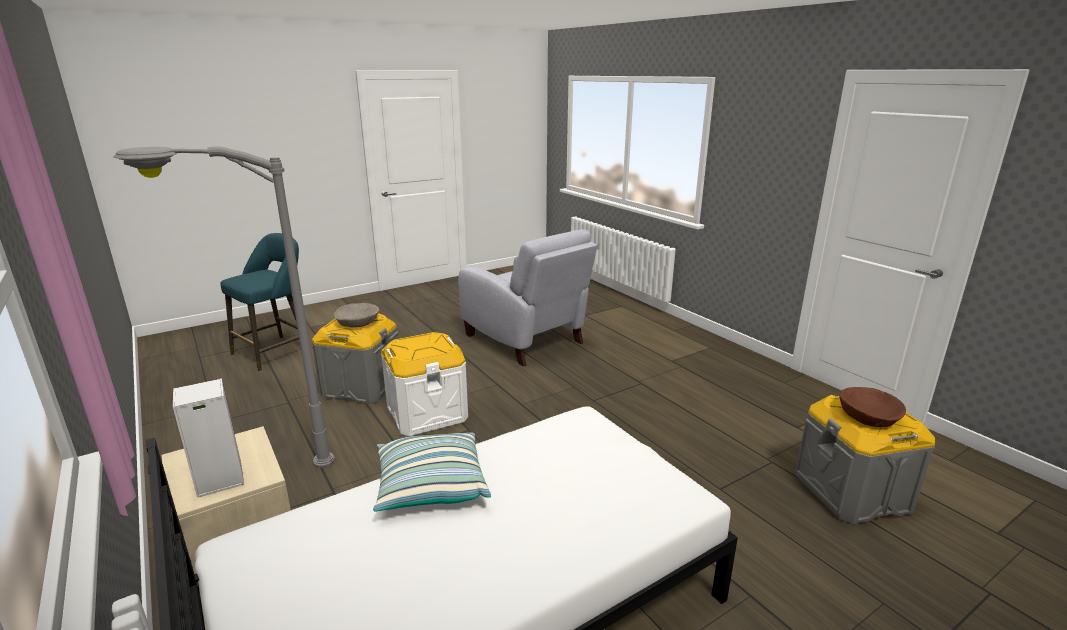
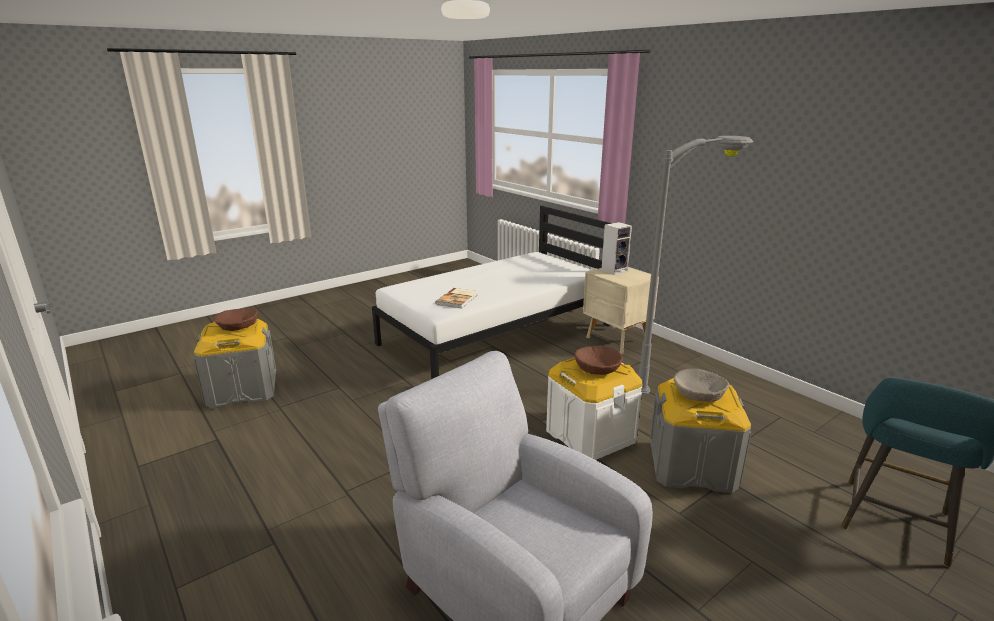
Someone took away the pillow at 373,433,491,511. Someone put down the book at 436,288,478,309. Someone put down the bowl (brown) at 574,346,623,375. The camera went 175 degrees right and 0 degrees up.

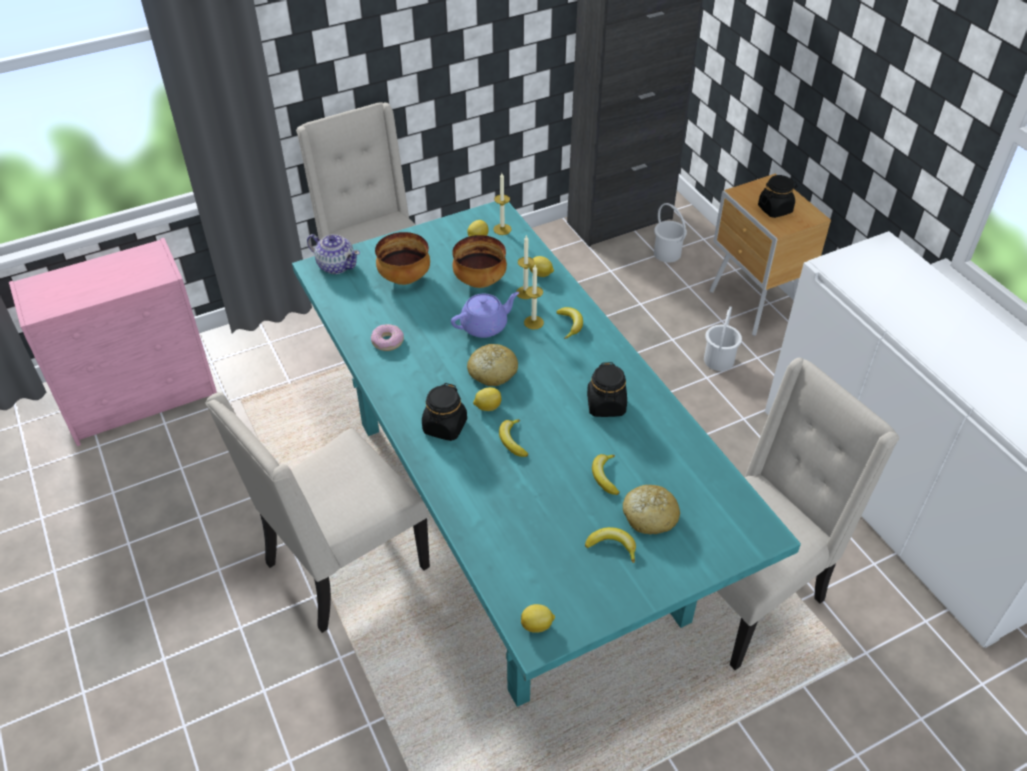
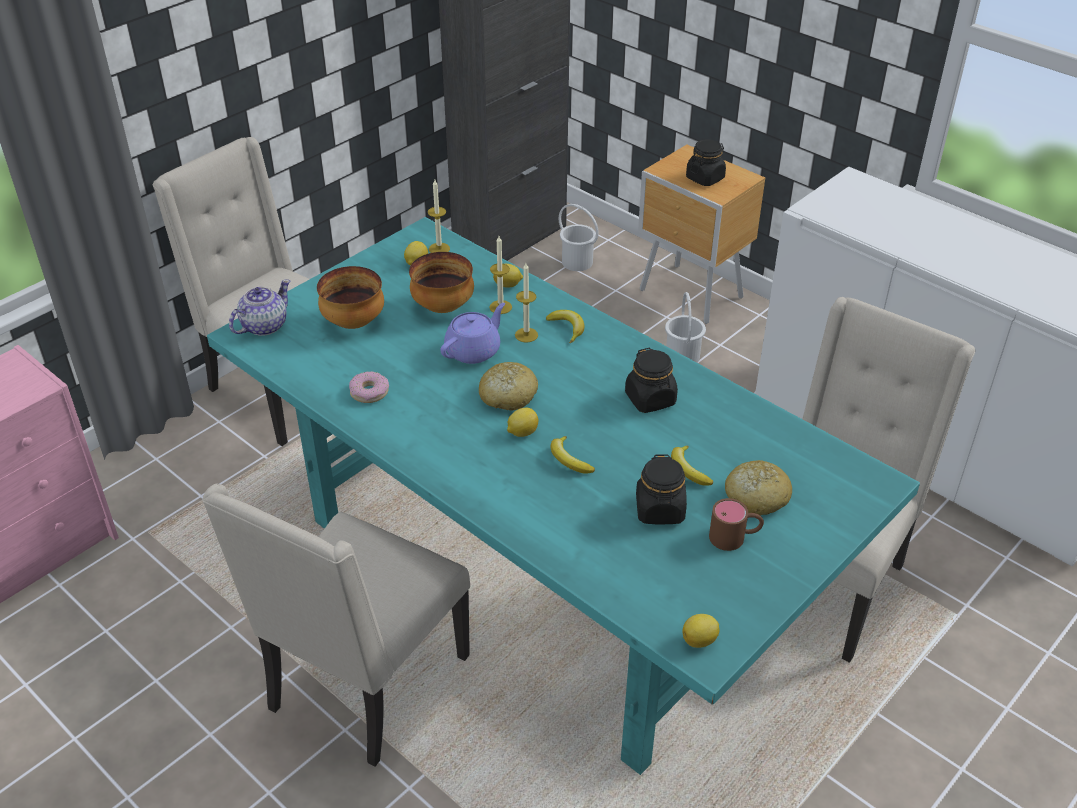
Someone rotated the teapot at 307,234,360,274 by 60 degrees counterclockwise. Someone carried the jar (black) from 422,383,467,441 to 636,455,687,524. Someone swapped the banana at 585,527,636,563 for the mug (brown) at 709,498,764,551. The camera went 20 degrees left and 5 degrees down.

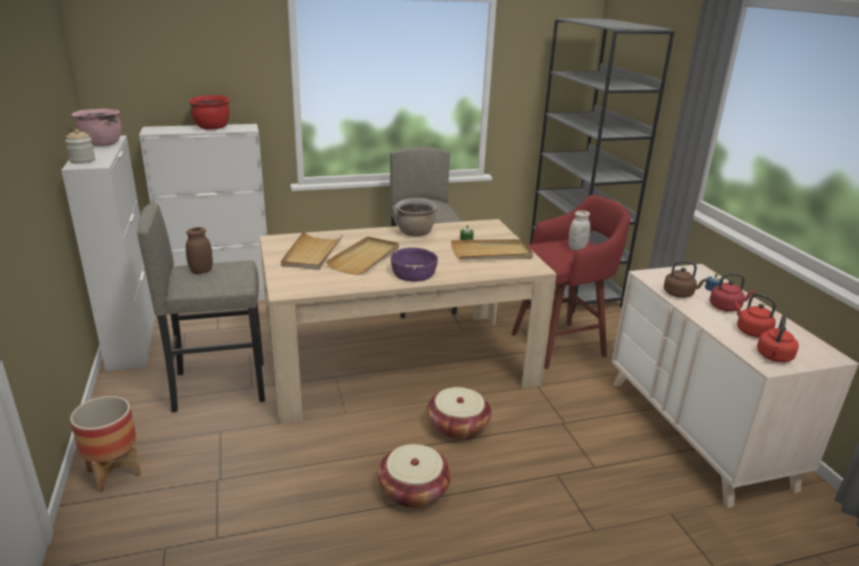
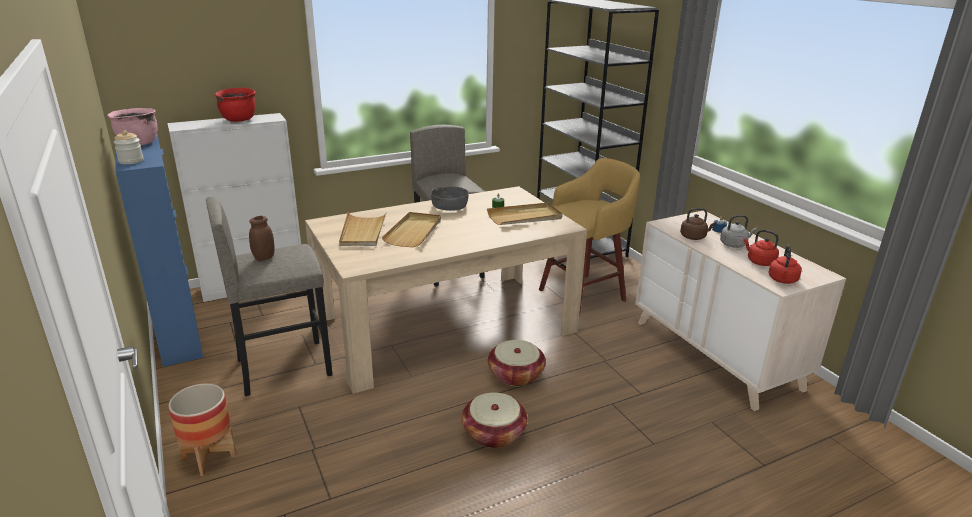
Someone repainted the cabinet (white) at 61,135,156,371, which became the cabinet (blue) at 115,135,203,367. Someone repainted the stool (red) at 511,195,630,369, which became the stool (yellow) at 539,158,640,317. Someone swapped the cooking pot (brown) at 395,198,437,236 for the bowl (grey) at 431,186,469,211. Someone took away the jar (white) at 568,211,590,251. Someone took away the bowl (purple) at 391,248,438,282. Someone repainted the kettle (red) at 710,273,756,312, which became the kettle (grey) at 720,215,757,248. The camera went 10 degrees left and 0 degrees up.

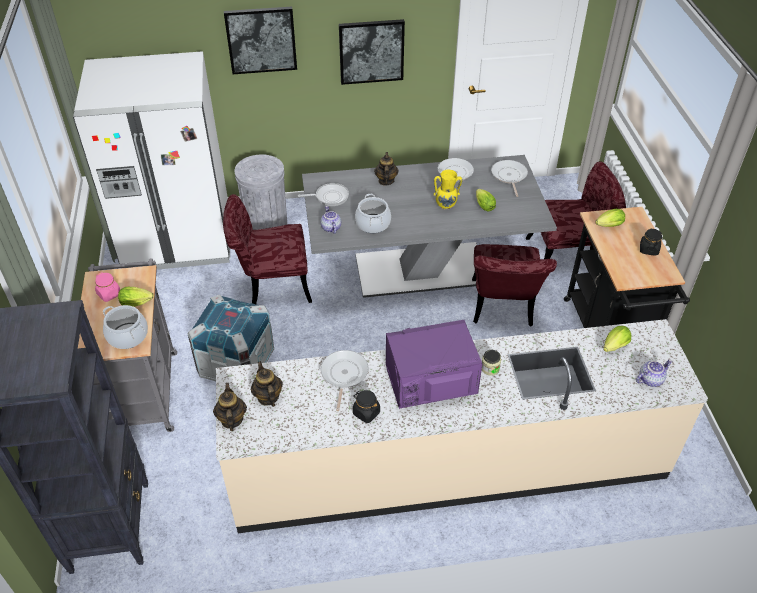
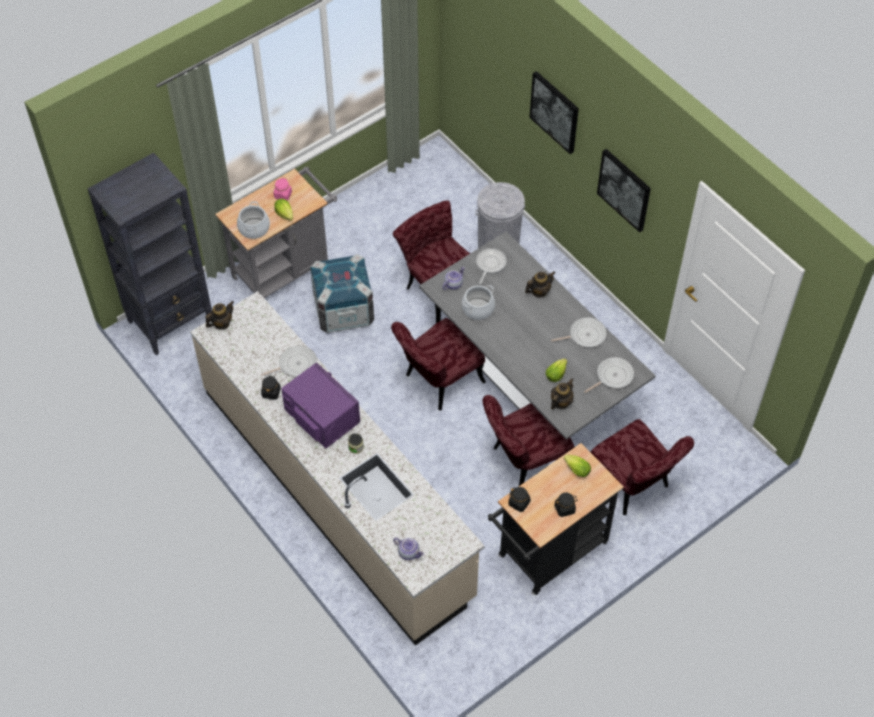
Someone took away the fridge (white) at 73,51,230,270. Someone took away the vase (yellow) at 434,170,462,210. Someone rotated the frying pan at 298,183,349,206 by 120 degrees counterclockwise. Someone took away the lettuce at 603,326,631,352. Someone carried the teapot from 251,361,283,407 to 551,378,574,409. Someone put down the chair (red) at 391,318,486,410. Someone put down the jar (black) at 509,487,531,512. The camera went 60 degrees right and 10 degrees up.

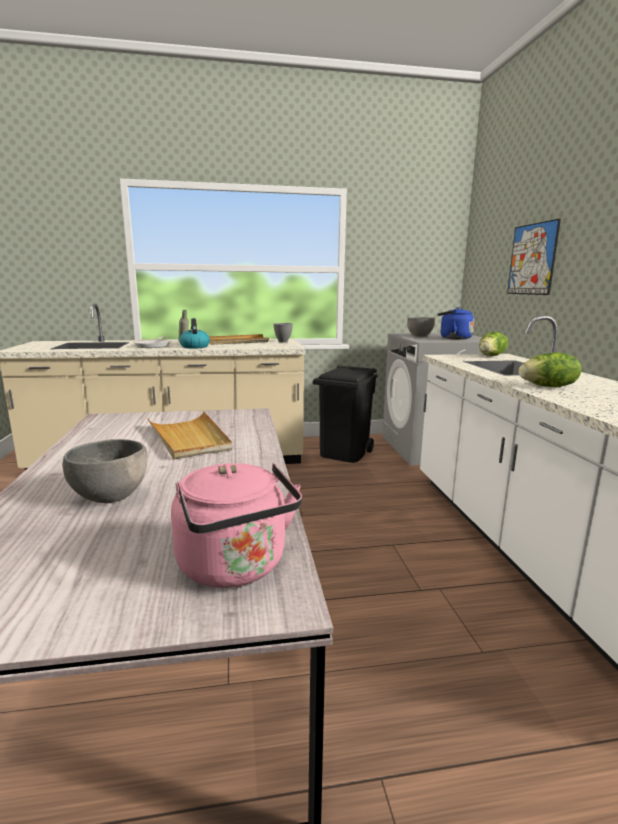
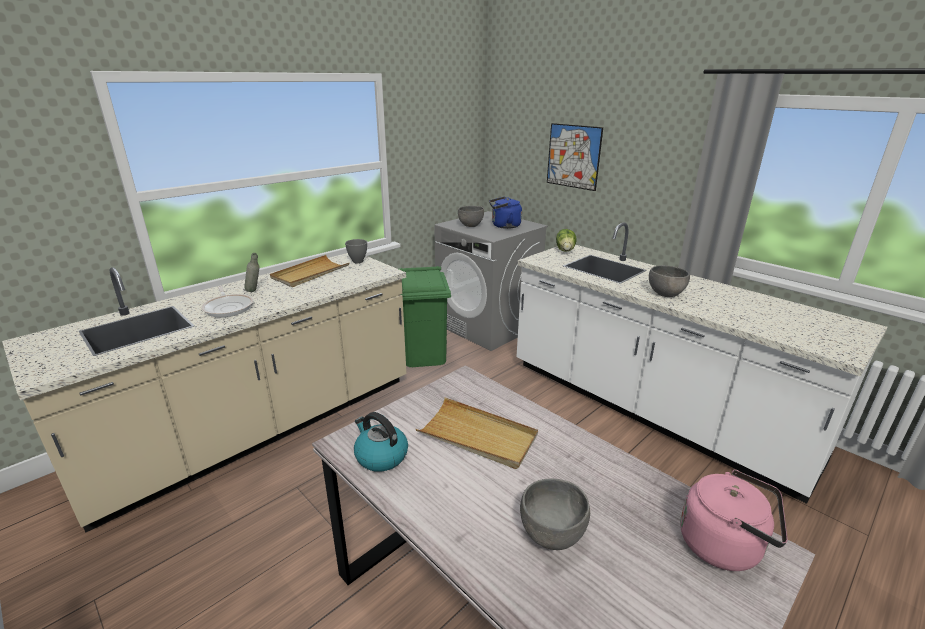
Someone carried the kettle from 179,318,210,349 to 354,412,408,472. Someone swapped the lettuce at 519,353,581,387 for the bowl (grey) at 649,265,690,297. Someone repainted the trash can (black) at 312,365,378,463, which became the trash can (green) at 399,266,451,367. The camera went 35 degrees left and 10 degrees up.

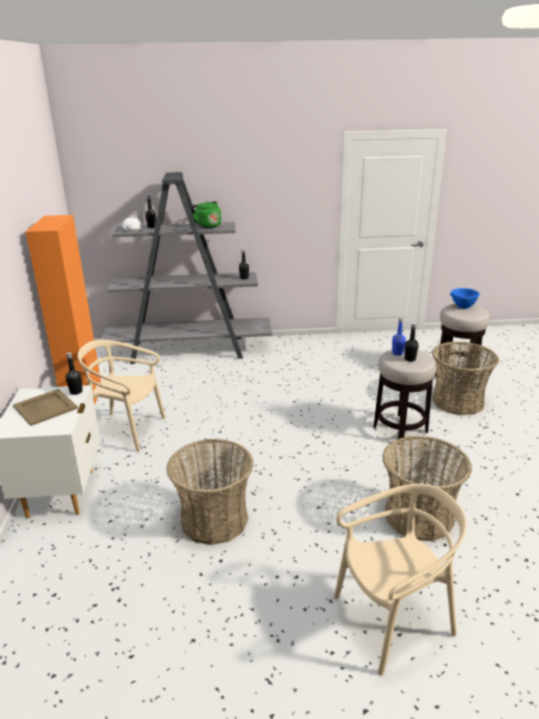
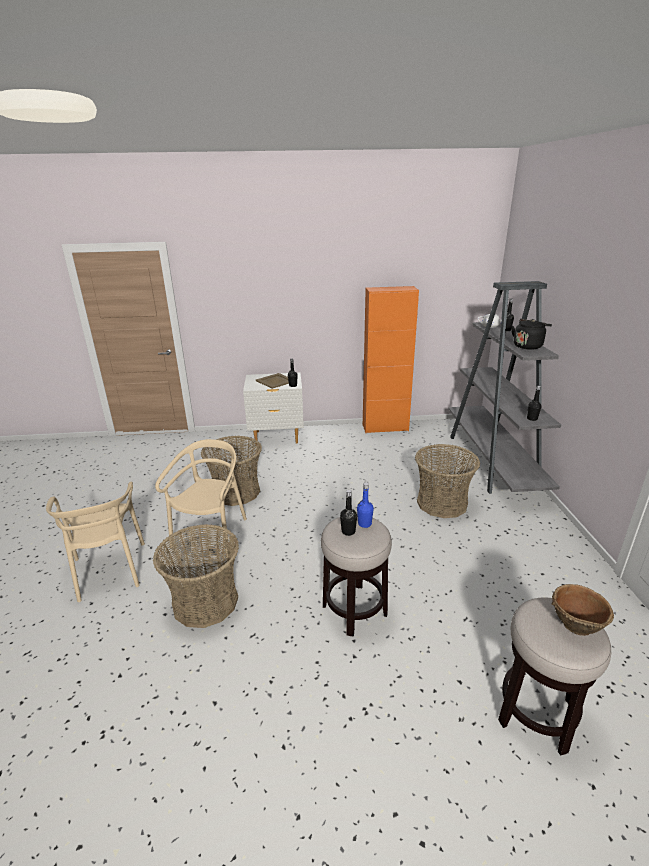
Someone repainted the kettle (green) at 190,201,221,228, which became the kettle (black) at 511,319,552,350. Someone repainted the bowl (blue) at 450,288,480,309, which became the bowl (brown) at 552,584,614,636. Someone carried the chair (beige) from 78,340,166,452 to 155,439,247,558. Someone carried the basket from 432,341,499,415 to 415,444,480,518. The camera went 90 degrees right and 0 degrees up.

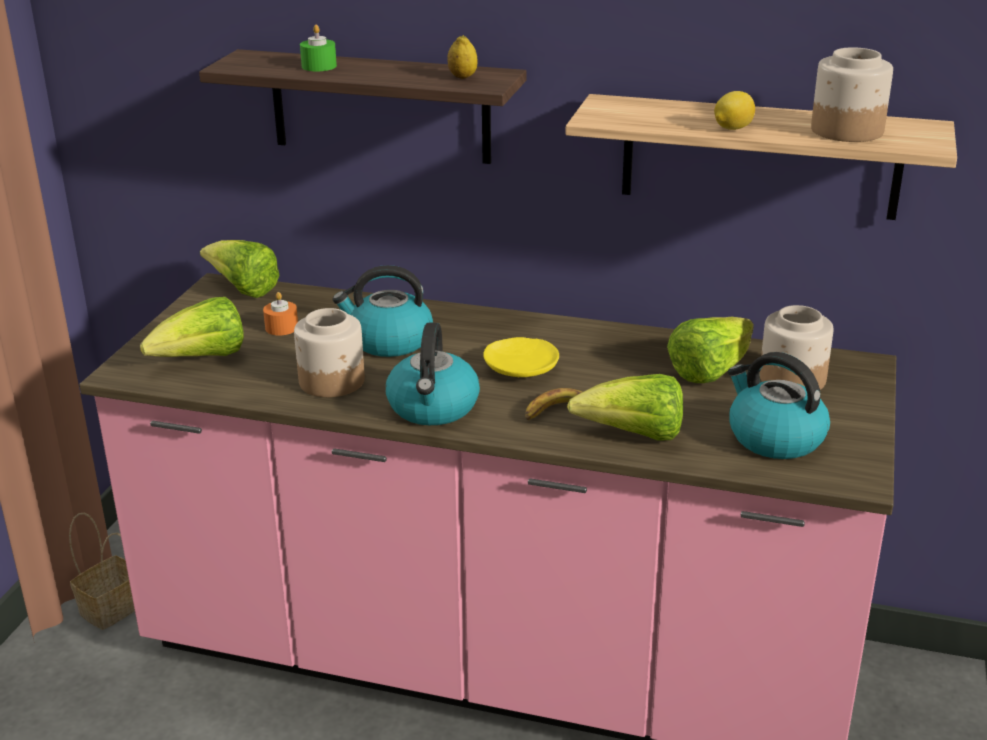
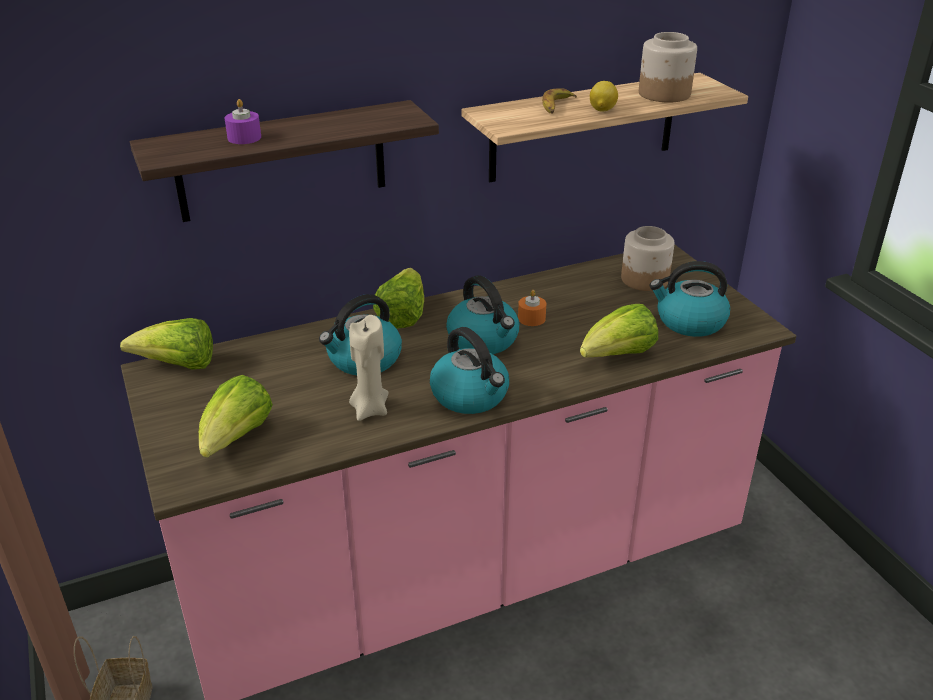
Someone repainted the candle (green) at 300,24,337,71, which became the candle (purple) at 225,99,261,144. Someone took away the lemon at 447,35,478,79. Someone carried the candle (orange) from 263,292,298,335 to 518,290,546,326. Someone swapped the jar at 294,308,365,397 for the candle (beige) at 349,315,388,421. Someone carried the lettuce from 667,317,754,383 to 373,268,424,329. Someone swapped the plate (yellow) at 483,337,559,377 for the kettle at 446,276,519,354. Someone carried the banana from 525,388,583,420 to 542,88,577,113. The camera went 40 degrees left and 5 degrees up.

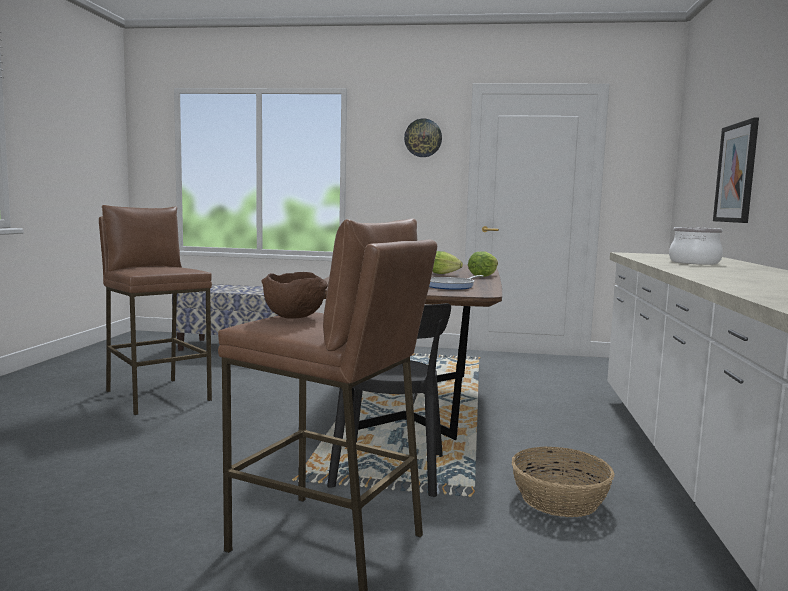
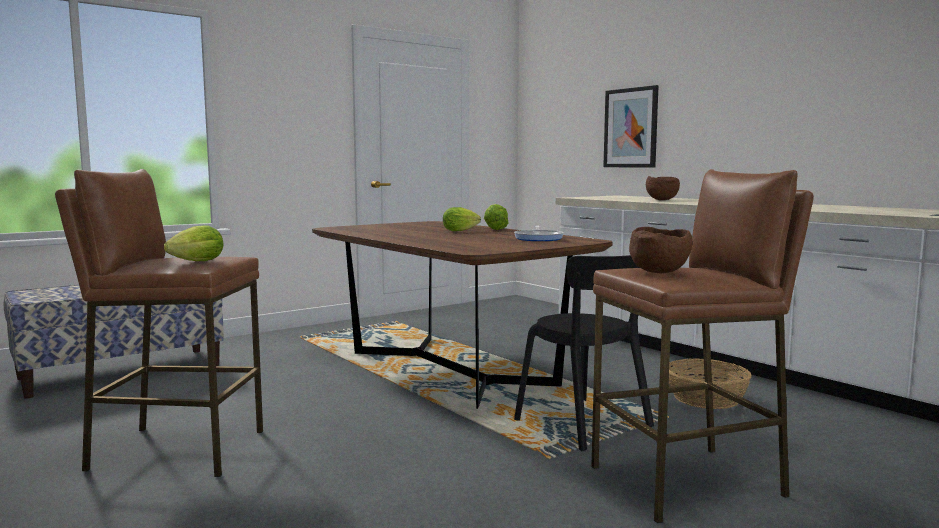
Someone took away the wall clock at 404,118,442,157. Someone swapped the cooking pot at 669,227,723,265 for the bowl (brown) at 646,176,680,200. Someone put down the lettuce at 164,225,223,261. The camera went 45 degrees left and 0 degrees up.

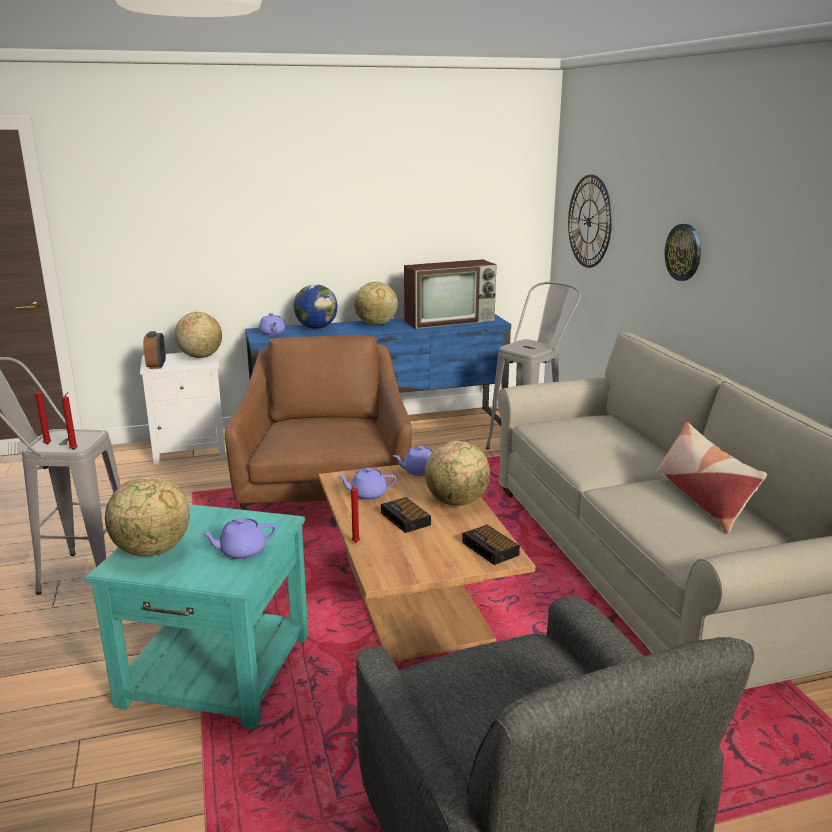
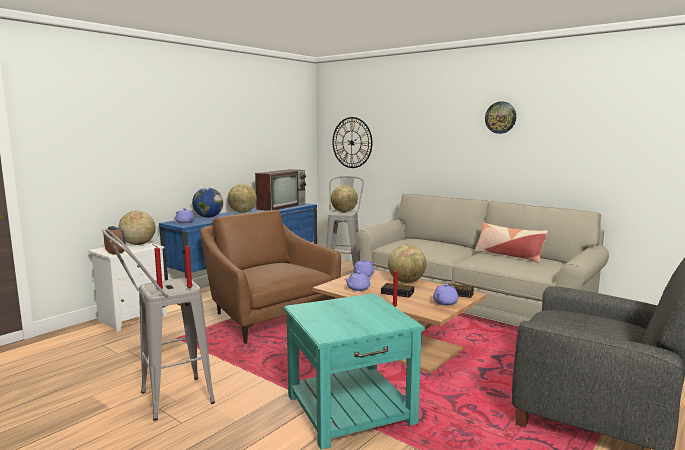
Someone carried the wall clock from 665,224,701,281 to 485,101,516,134. Someone carried the globe from 105,476,190,556 to 331,185,358,212. Someone carried the teapot (purple) from 200,518,277,559 to 433,284,458,305. The camera went 35 degrees left and 10 degrees down.

